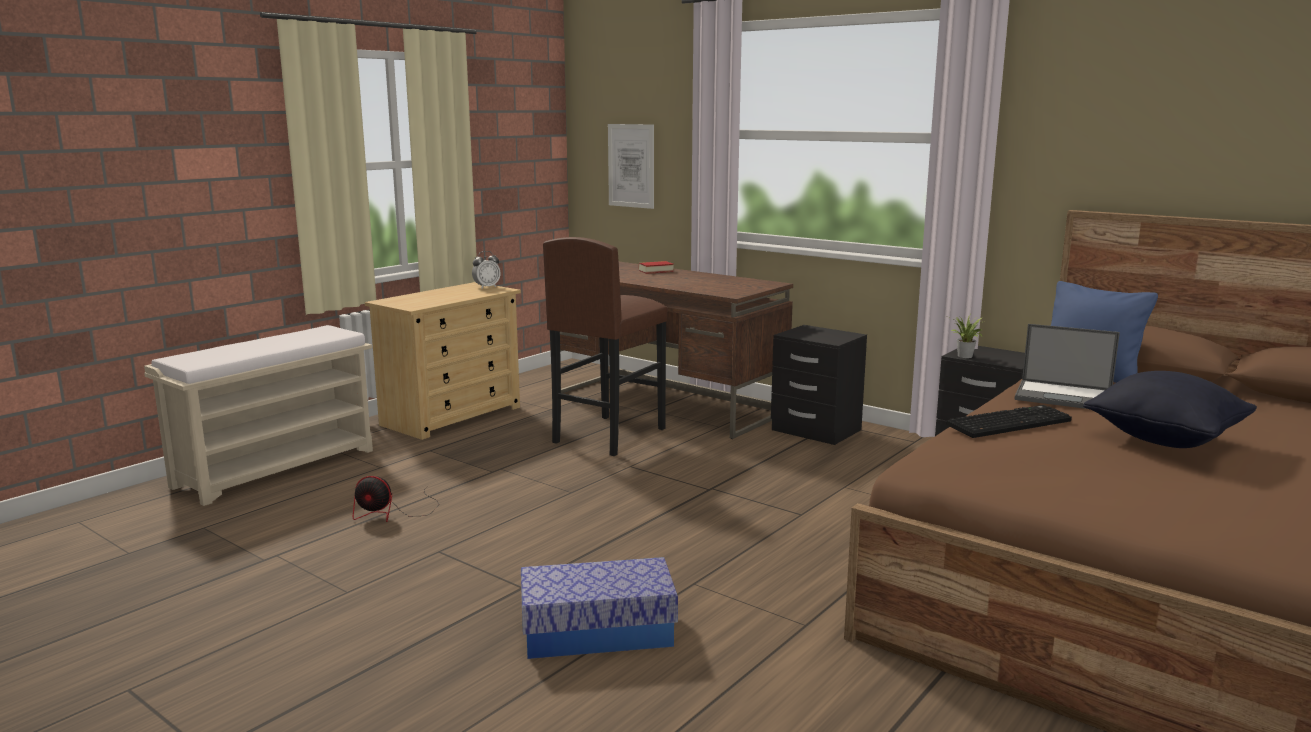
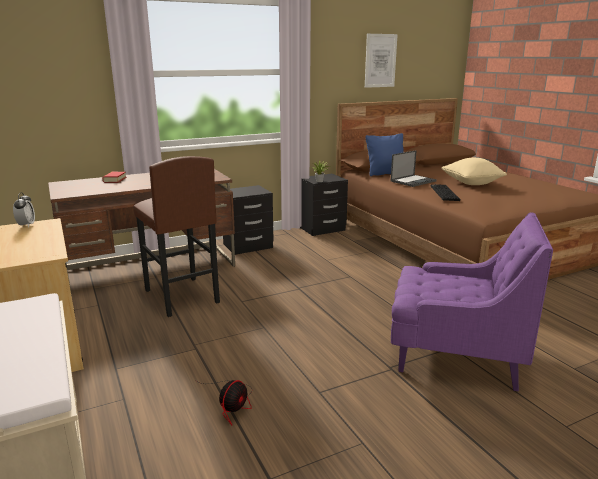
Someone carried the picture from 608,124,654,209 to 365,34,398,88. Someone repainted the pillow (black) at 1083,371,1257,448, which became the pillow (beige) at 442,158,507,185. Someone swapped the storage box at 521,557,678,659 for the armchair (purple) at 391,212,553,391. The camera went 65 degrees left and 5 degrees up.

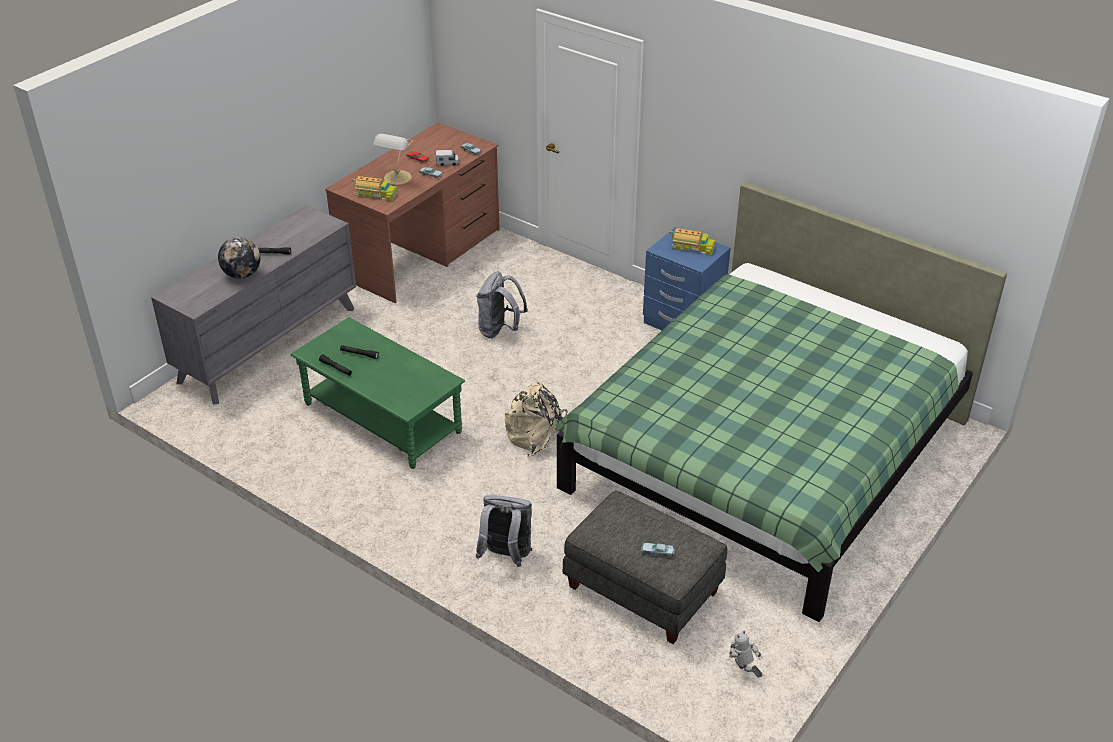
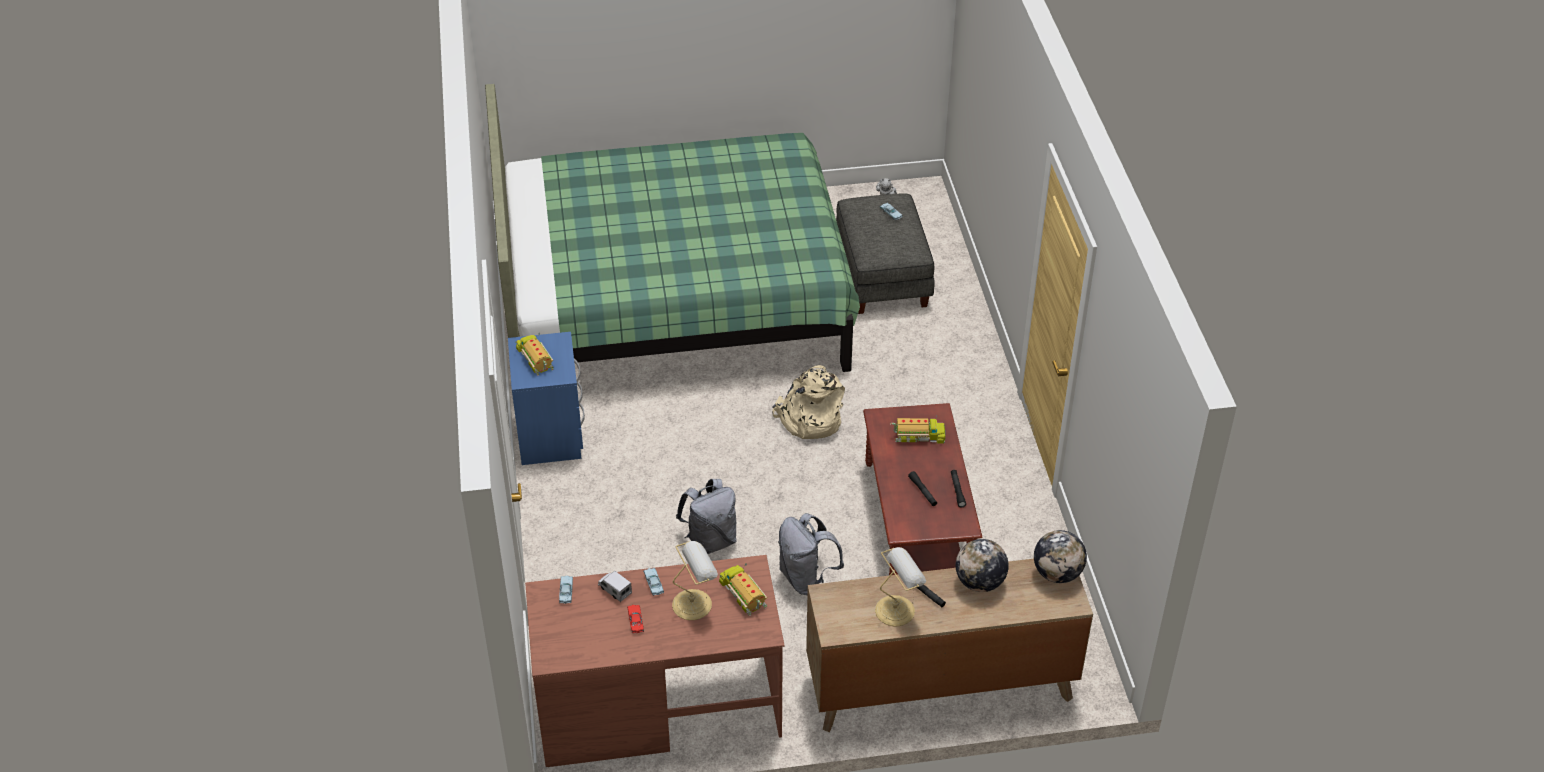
Someone repainted the dresser (grey) at 151,205,356,405, which became the dresser (brown) at 806,559,1093,732. Someone repainted the coffee table (green) at 291,317,465,469, which became the coffee table (brown) at 863,403,982,575. Someone carried the backpack (grey) from 476,495,532,567 to 778,513,844,595. Someone put down the toy truck at 891,415,945,444. Someone put down the globe at 1034,530,1087,583. Someone put down the table lamp at 875,547,926,626. The camera went 135 degrees left and 5 degrees up.

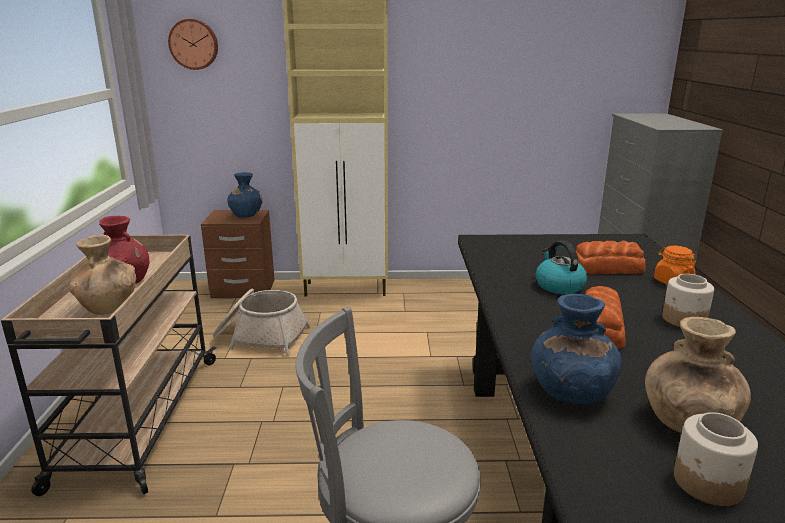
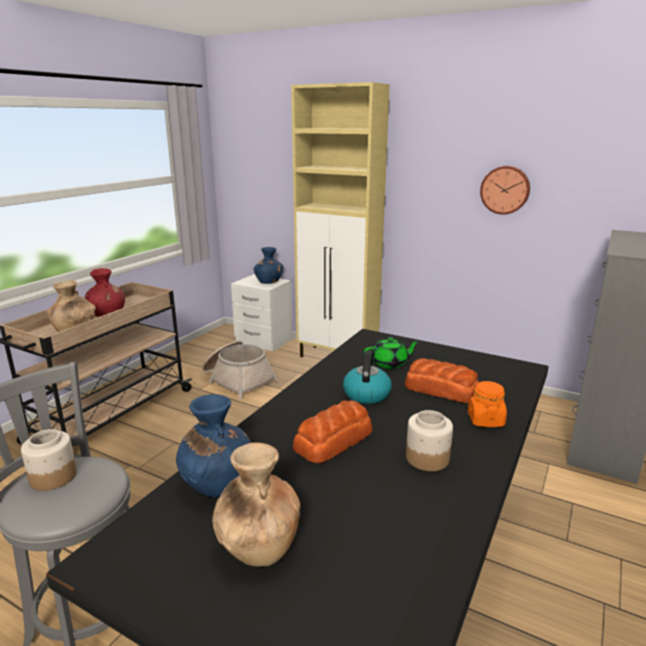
Someone carried the wall clock from 168,19,218,70 to 480,166,530,215. Someone repainted the nightstand (brown) at 201,210,274,298, which became the nightstand (white) at 231,274,292,351. Someone carried the jar from 674,412,758,506 to 21,429,77,491. Someone put down the teapot (green) at 364,337,420,369. The camera went 30 degrees right and 0 degrees up.

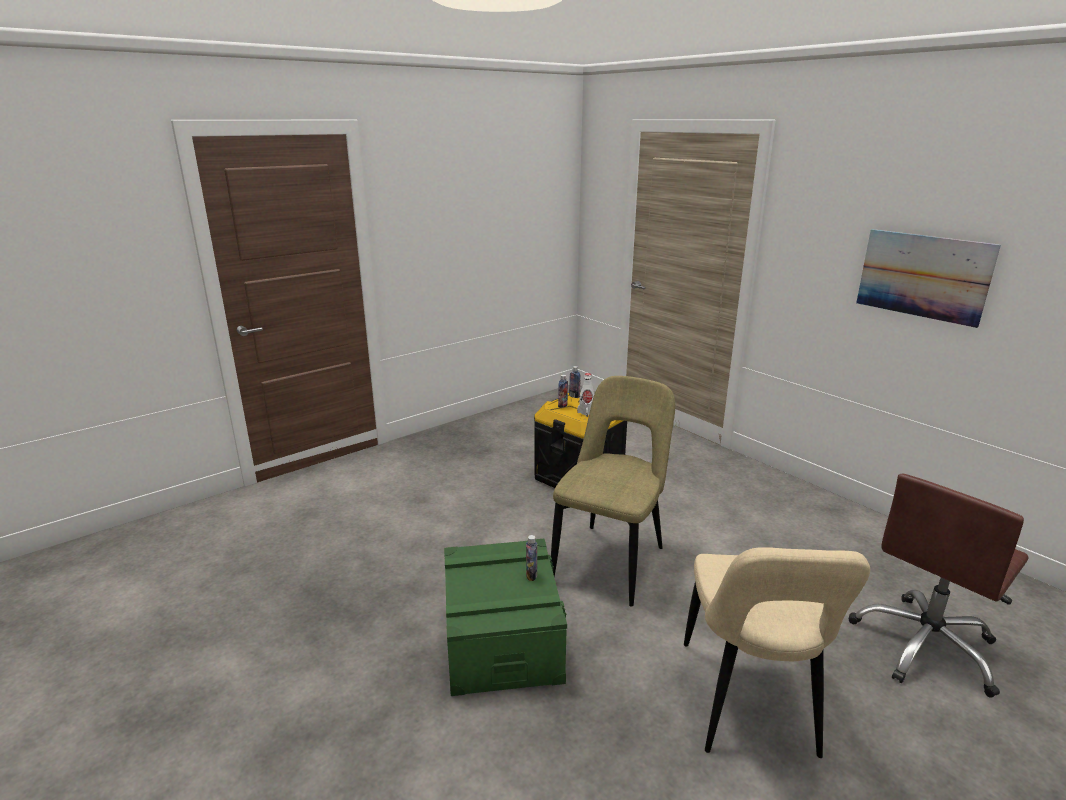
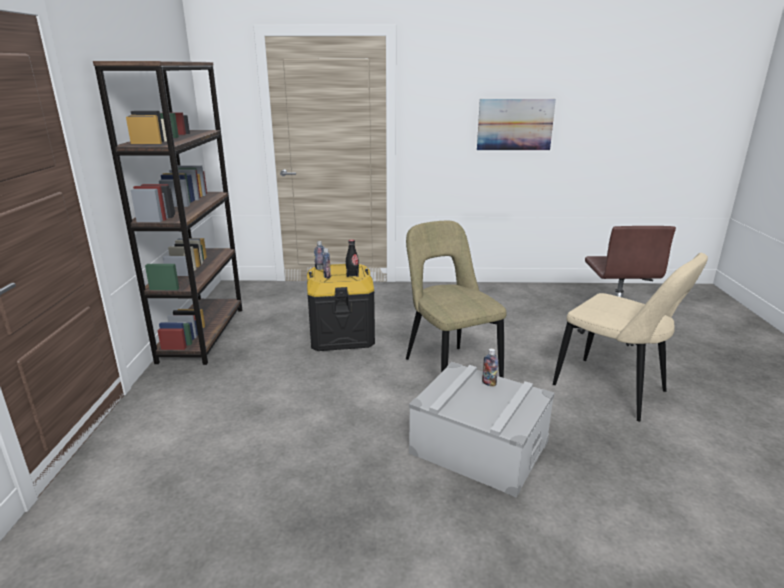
Someone repainted the bottle (white) at 577,373,594,417, which became the bottle (black) at 346,240,359,277. Someone repainted the storage box (green) at 444,538,567,696, which became the storage box (grey) at 409,362,554,498. Someone put down the bookcase (brown) at 93,61,242,365. The camera went 50 degrees left and 0 degrees up.

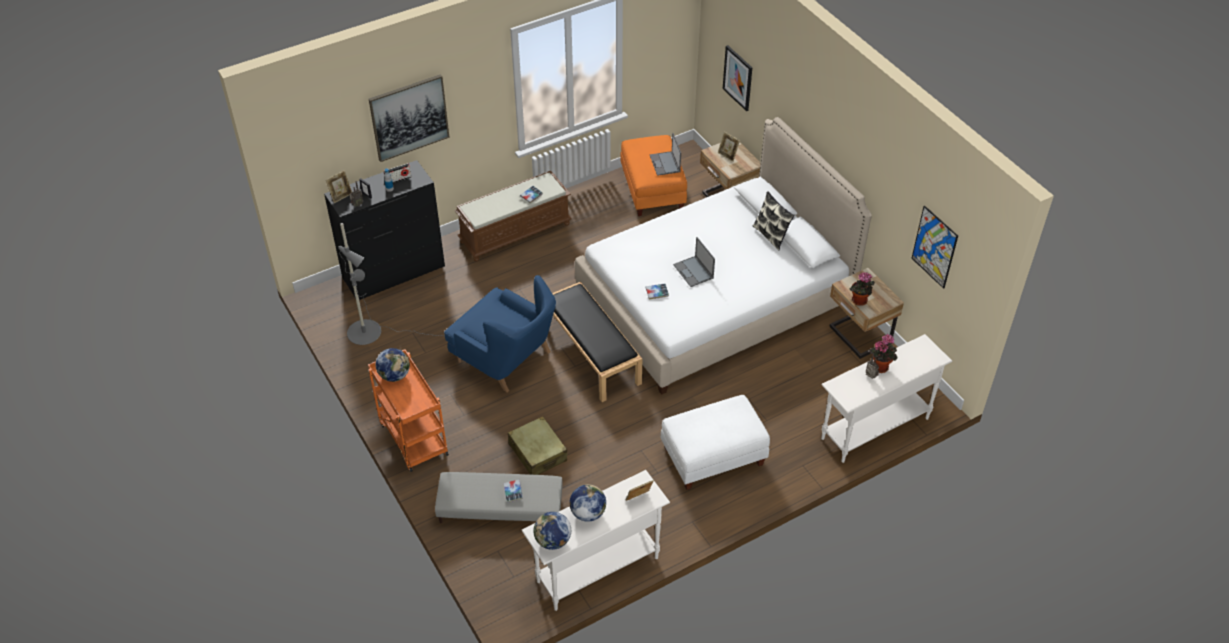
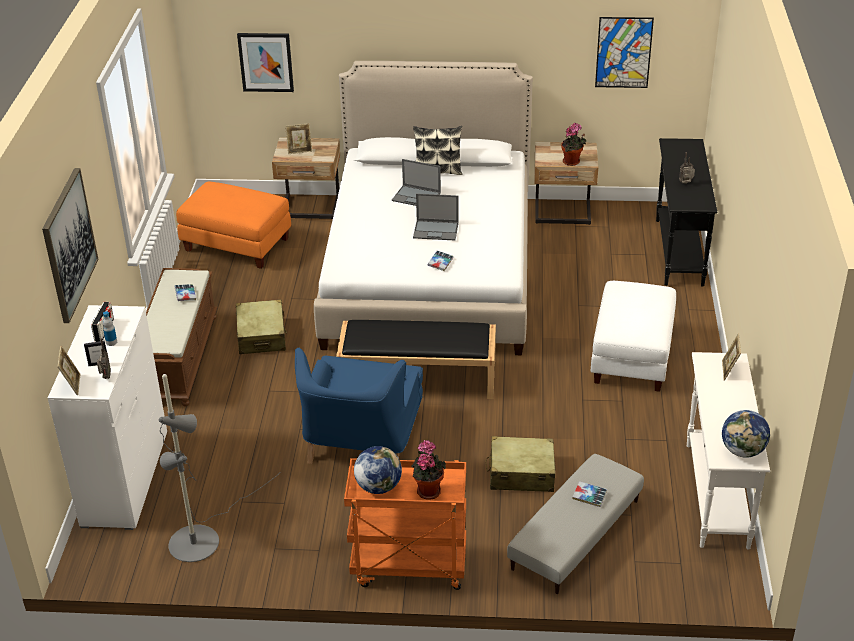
Someone carried the laptop from 650,133,681,176 to 392,159,441,206. Someone repainted the dresser (black) at 324,160,445,300, which became the dresser (white) at 48,305,167,530. Someone rotated the armchair (blue) at 444,275,556,392 by 120 degrees clockwise. Someone repainted the console table (white) at 821,334,952,463, which became the console table (black) at 656,138,718,287. Someone carried the potted plant from 870,334,897,373 to 411,440,446,500. Someone took away the globe at 569,484,606,522. Someone put down the suitcase (beige) at 236,299,287,354. The camera went 55 degrees left and 10 degrees down.

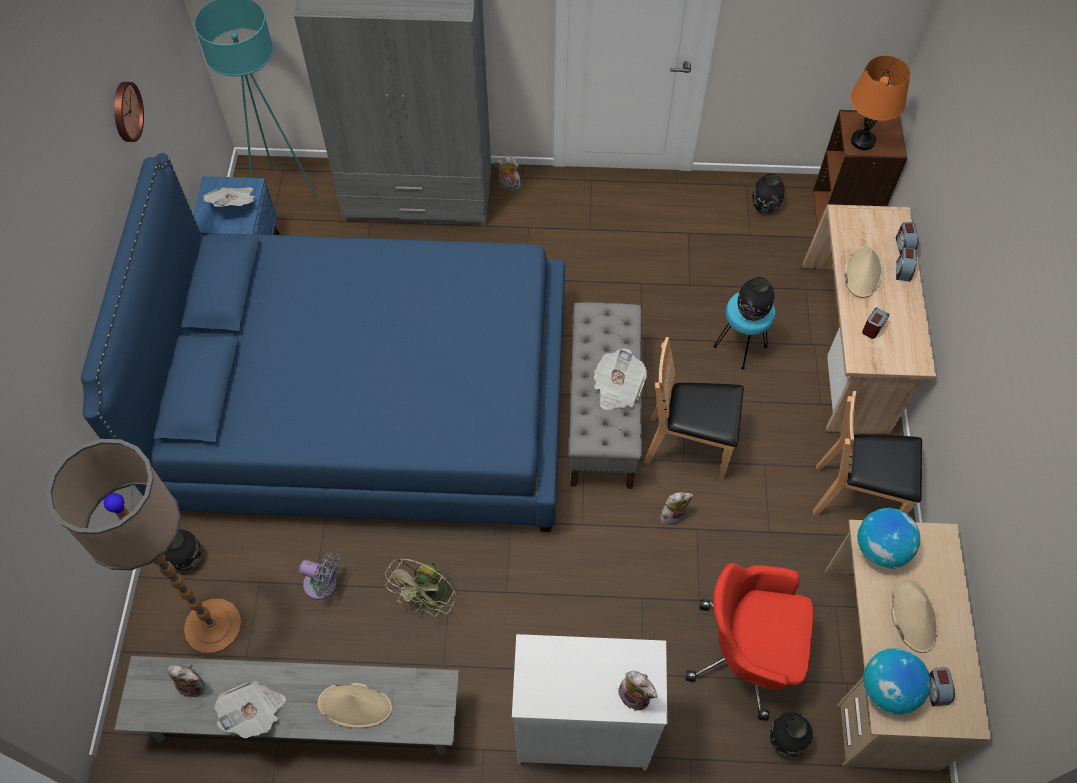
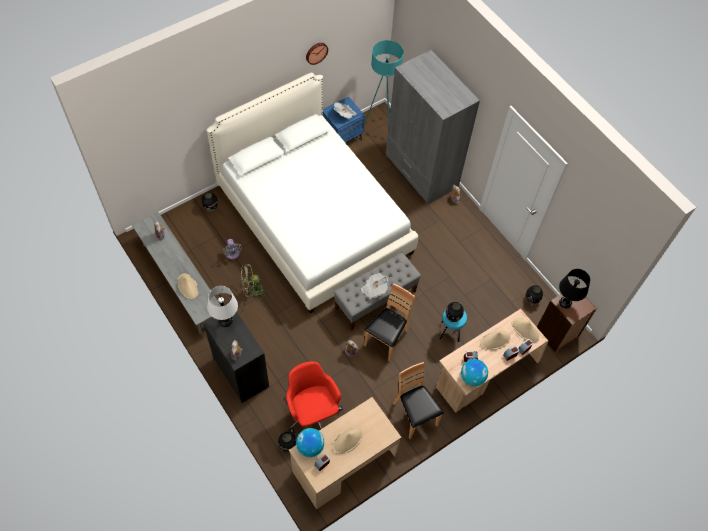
Someone repainted the table lamp (orange) at 850,55,910,150, which became the table lamp (black) at 559,269,590,308. Someone repainted the bed (blue) at 81,153,565,532, which became the bed (white) at 207,73,418,314. Someone rotated the chair (brown) at 645,337,744,479 by 60 degrees clockwise. Someone took away the floor lamp at 46,439,242,654. Someone carried the globe from 857,508,920,569 to 461,359,488,386. Someone repainted the dresser (white) at 512,634,667,770, which became the dresser (black) at 203,311,269,403. Someone took away the newspaper at 215,680,286,738. Someone put down the table lamp (white) at 207,286,238,327. Someone put down the hat (beige) at 512,317,540,342. The camera went 50 degrees right and 0 degrees up.

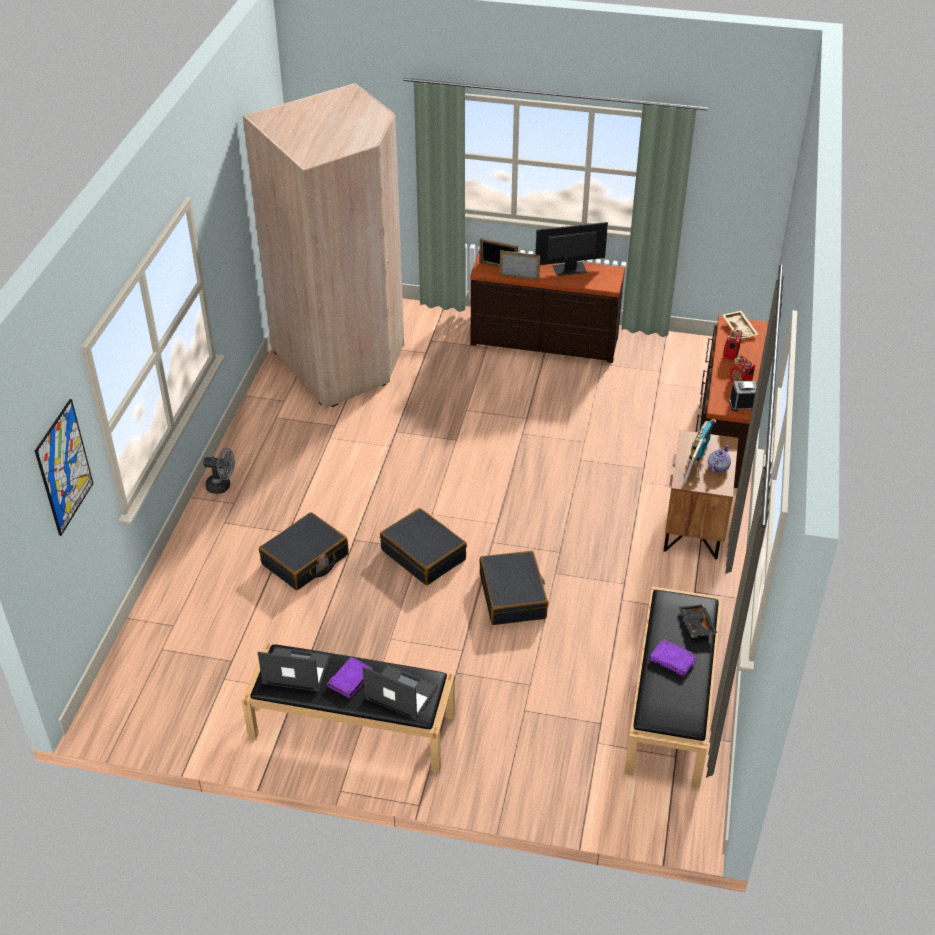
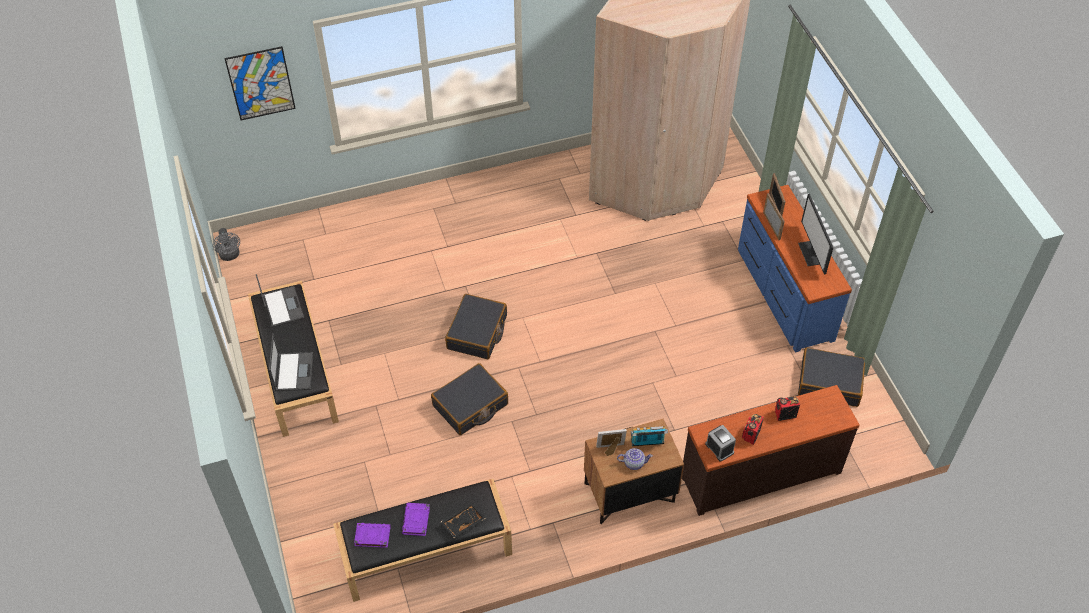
Someone rotated the monitor at 535,222,608,276 by 150 degrees counterclockwise. Someone repainted the dresser (brown) at 470,251,625,363, which became the dresser (blue) at 738,185,852,352. Someone took away the tray (beige) at 723,310,759,339. Someone carried the fan (grey) from 203,448,235,494 to 213,228,240,261. Someone carried the suitcase (black) from 259,512,349,590 to 798,347,865,407. Someone carried the book (purple) from 327,657,373,699 to 354,523,390,548. The camera went 60 degrees right and 10 degrees up.

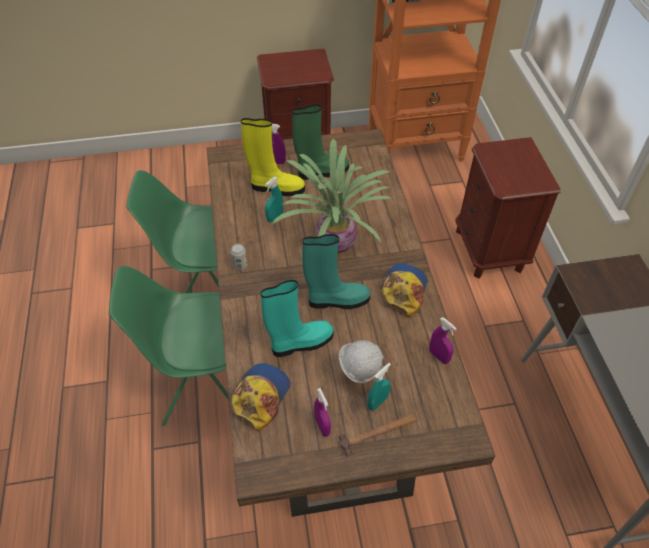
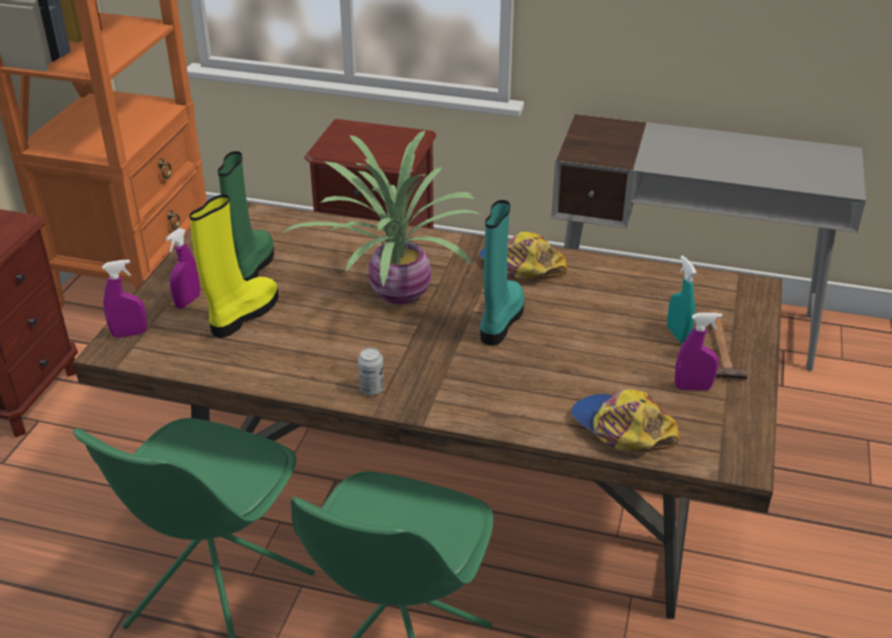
Someone took away the spray bottle (turquoise) at 265,177,283,222. Someone took away the boot (turquoise) at 261,280,334,357. Someone carried the spray bottle (purple) from 429,317,457,364 to 102,260,147,338. Someone took away the hard hat (white) at 339,340,384,383. The camera went 65 degrees left and 15 degrees down.

